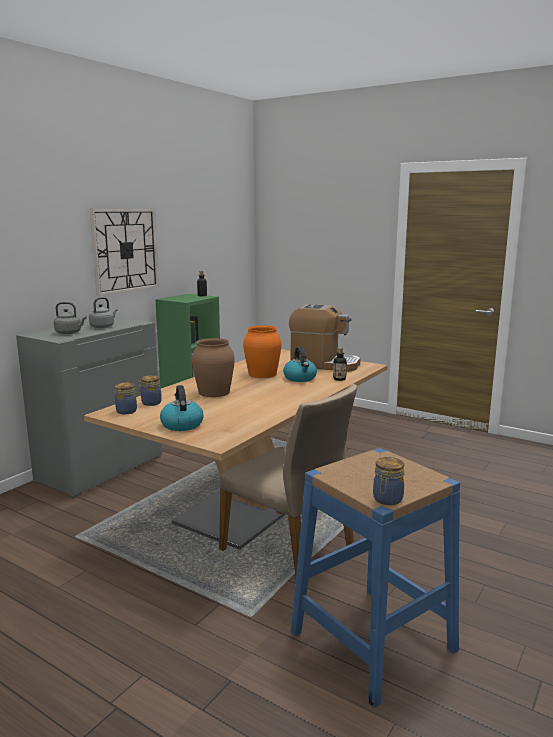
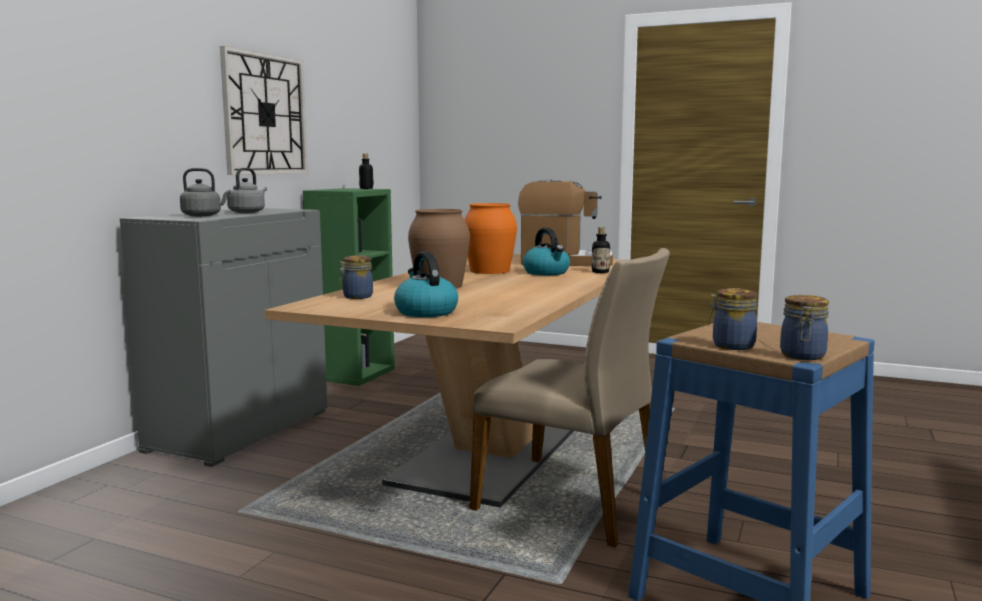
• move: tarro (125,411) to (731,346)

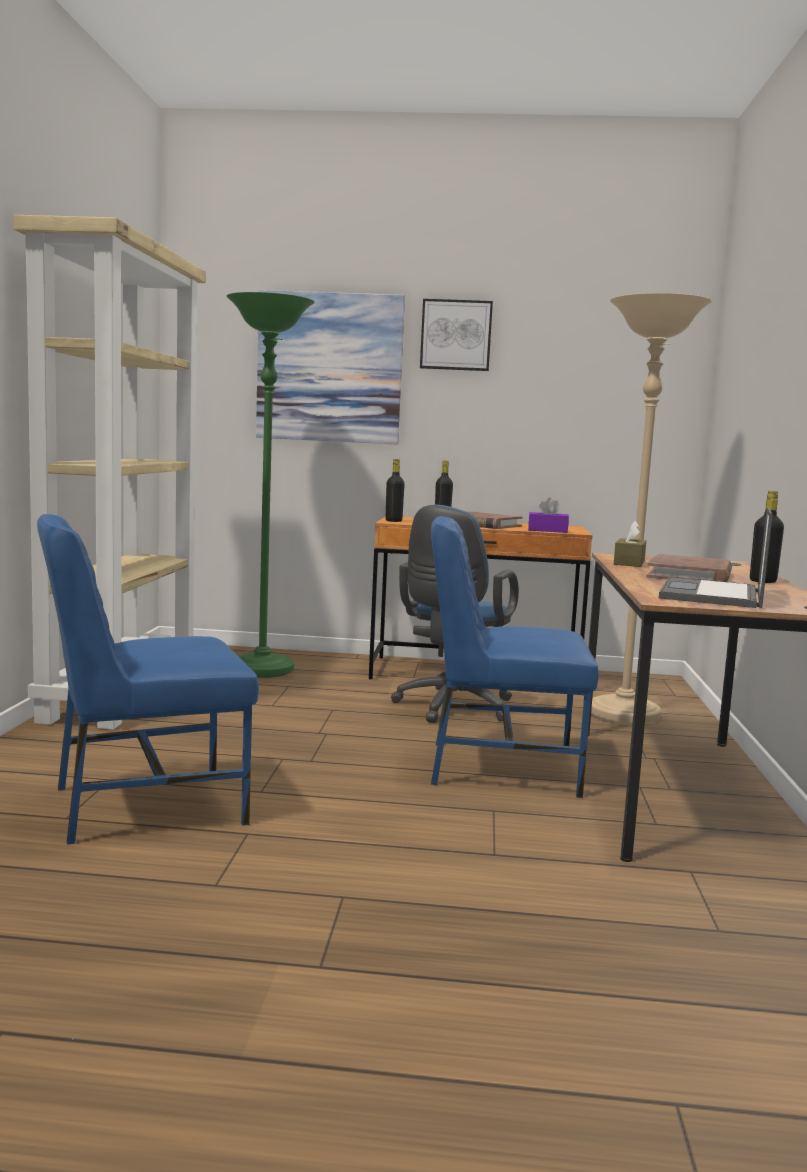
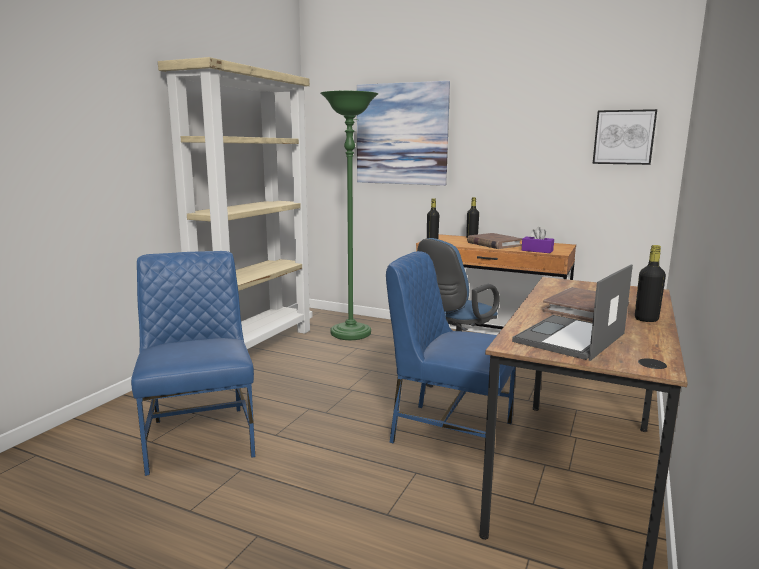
• delete: lámpara de pie/beis (624,715)
• delete: caja de pañuelos/marrón (629,563)
• move: cuadro (456,335) to (624,137)
• rotate: silla/azul (145,804) = (201,437) 75 degrees clockwise

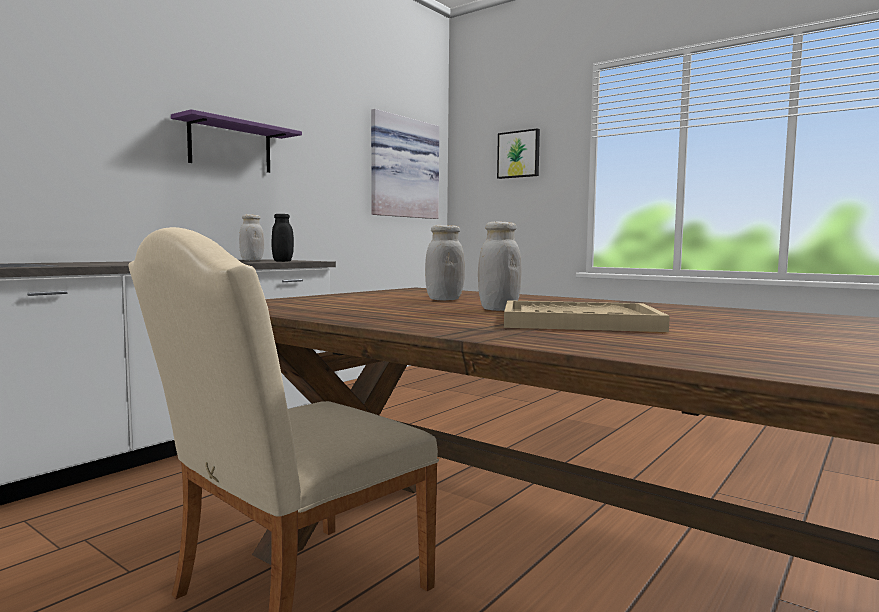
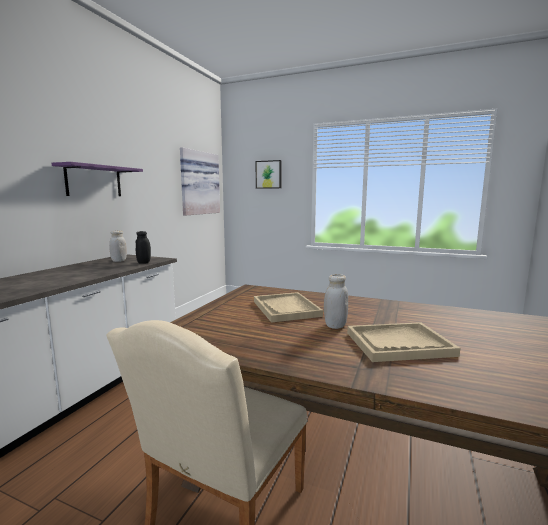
• replace: tarro/blanco (444,299) to bandeja/beis (286,308)

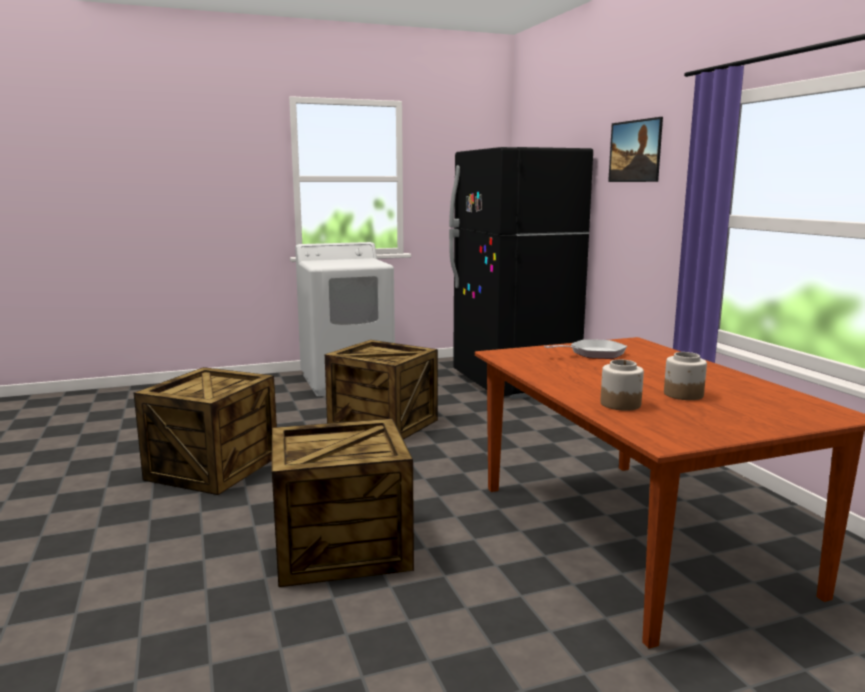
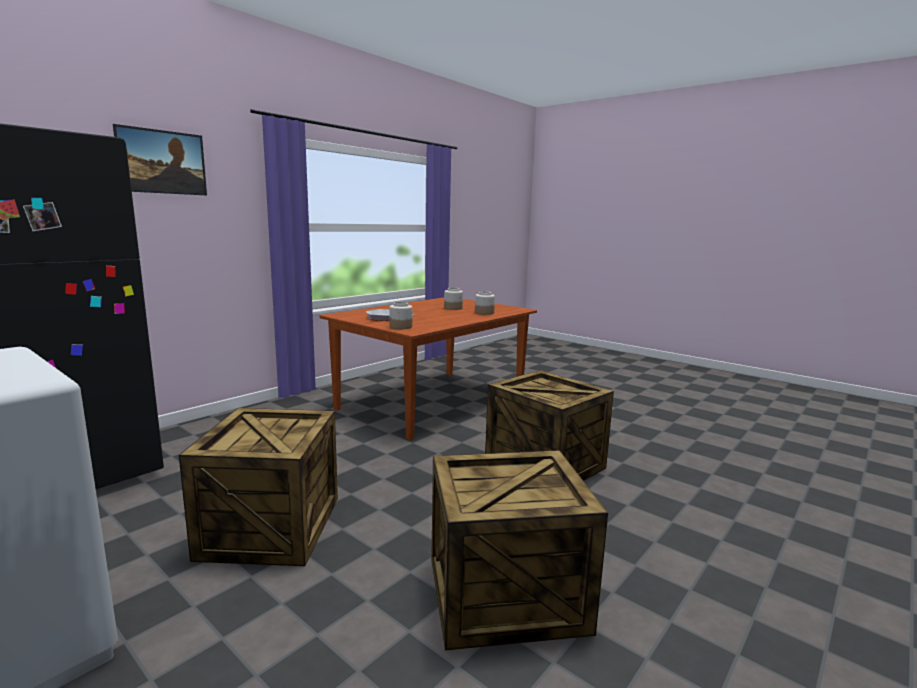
• insert: tarro (401,327)

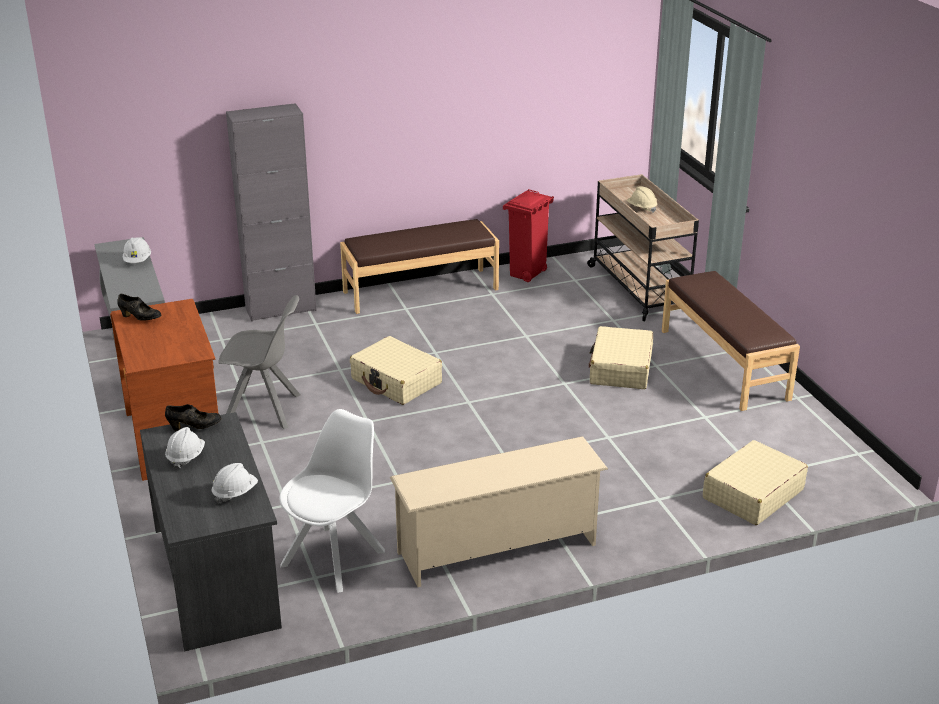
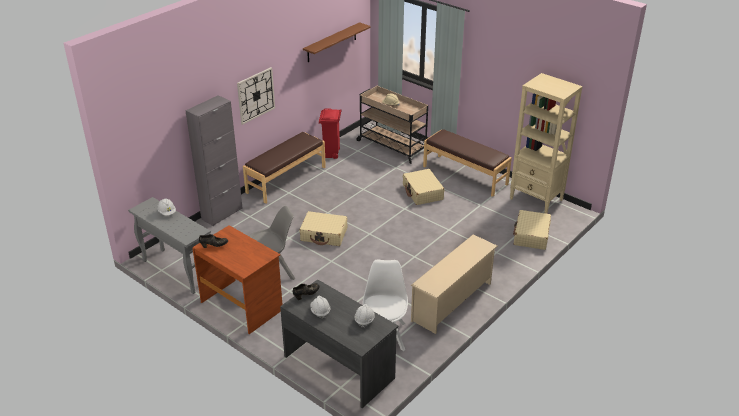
• insert: reloj de pared (256,95)
• insert: estante/marrón (332,42)
• insert: estantería/beis (536,200)

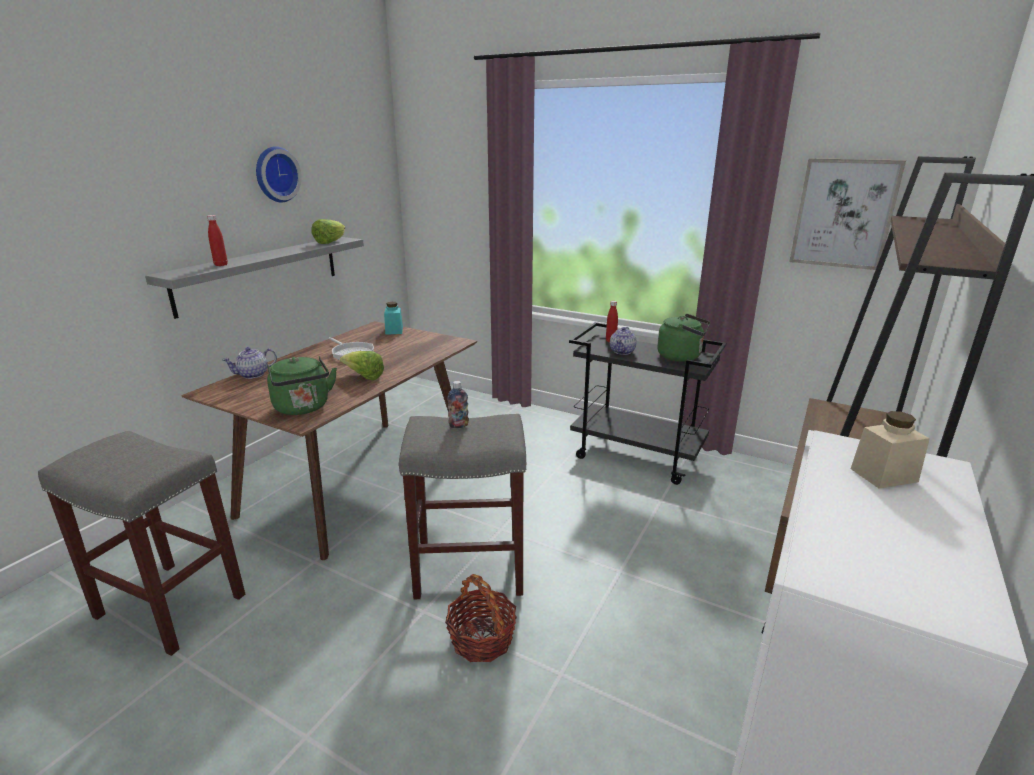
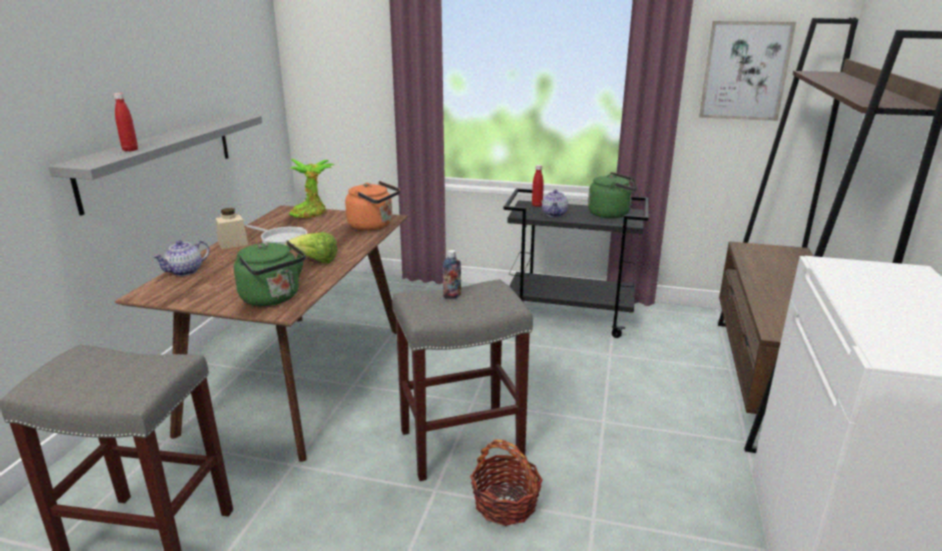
• delete: reloj de pared (275,174)
• delete: lechuga (330,242)
• insert: hervidor/naranja (373,226)
• move: tarro/beis (883,475) to (233,243)
• replace: tarro/turquesa (394,331) to planta en maceta (311,213)

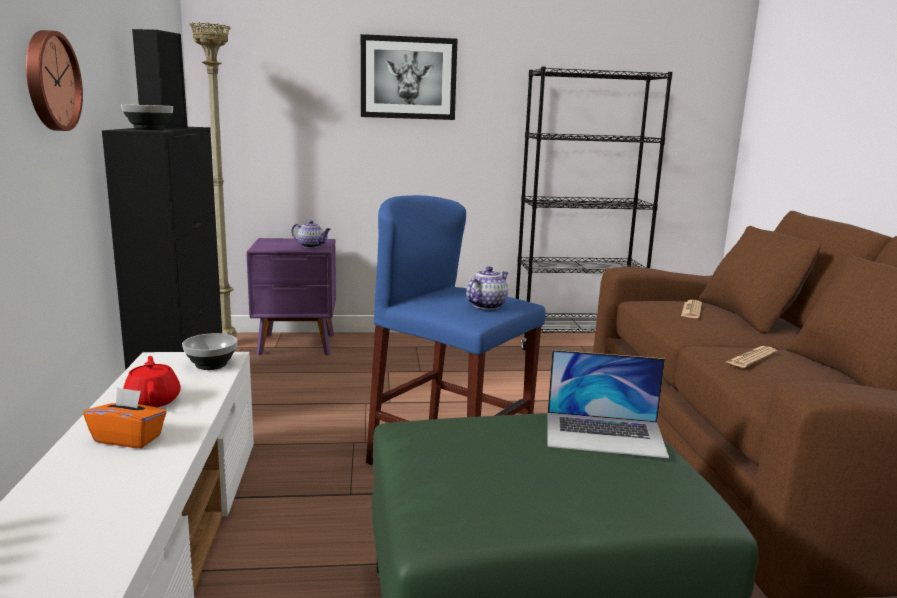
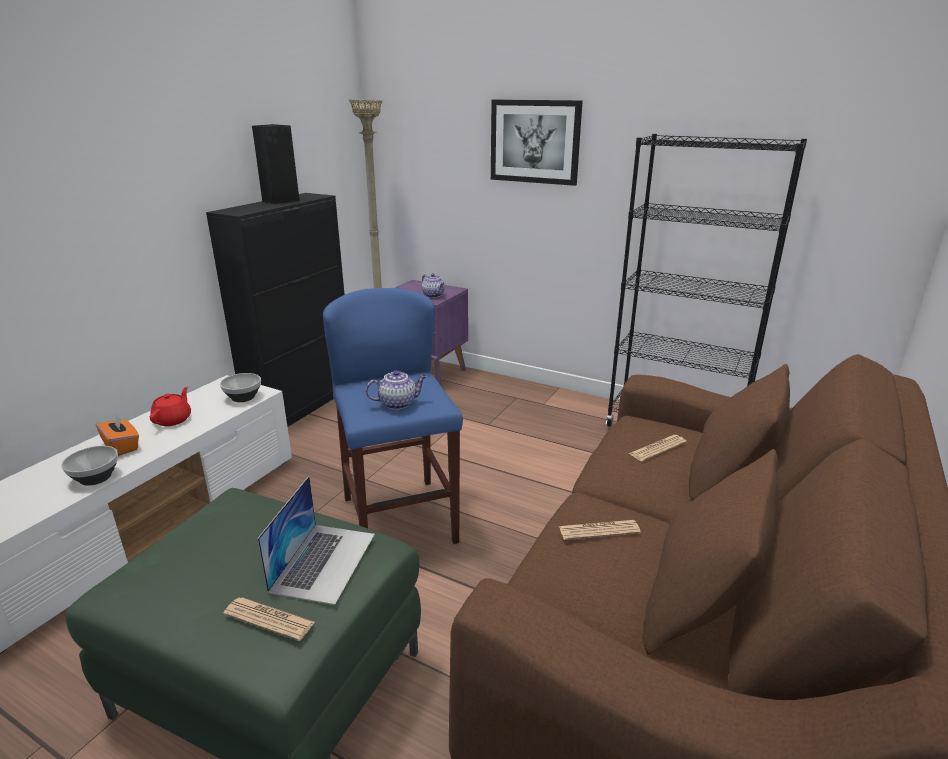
• delete: reloj de pared (49,81)
• insert: periódico (269,619)
• move: cuenco (149,129) to (96,477)
• rotate: portátil (604,434) = (324,561) 120 degrees counterclockwise

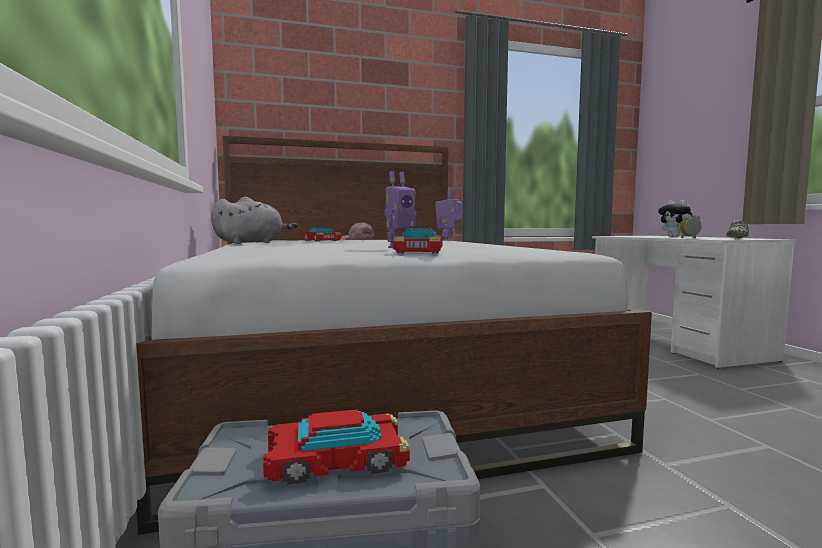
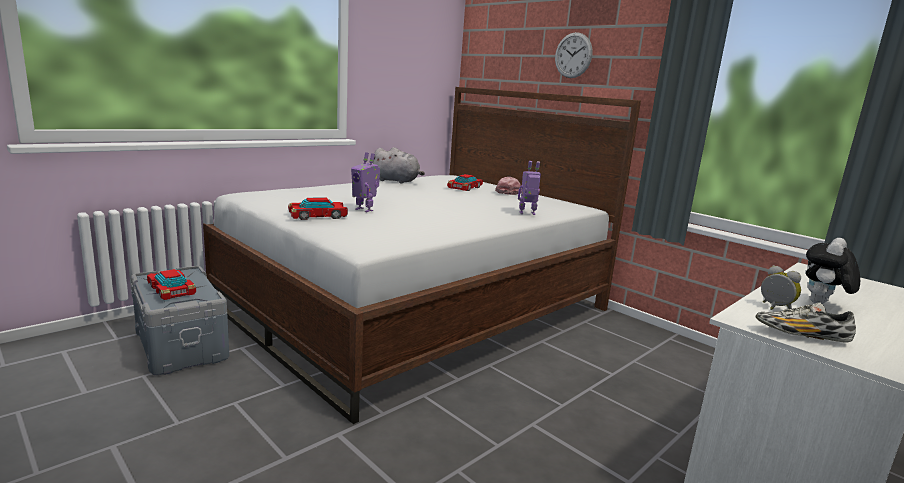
• insert: reloj de pared (573,55)

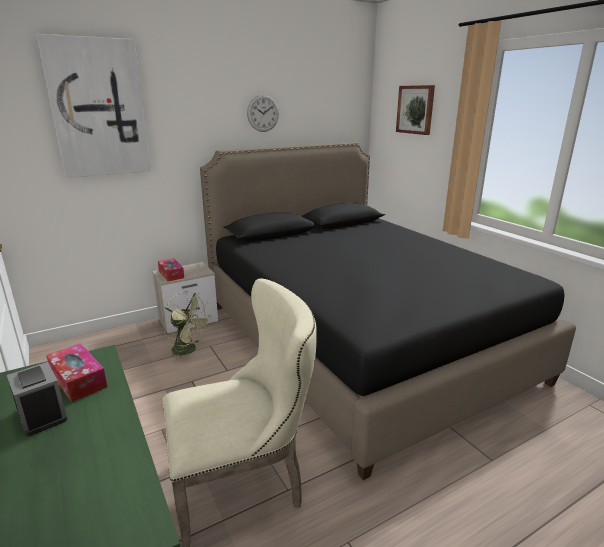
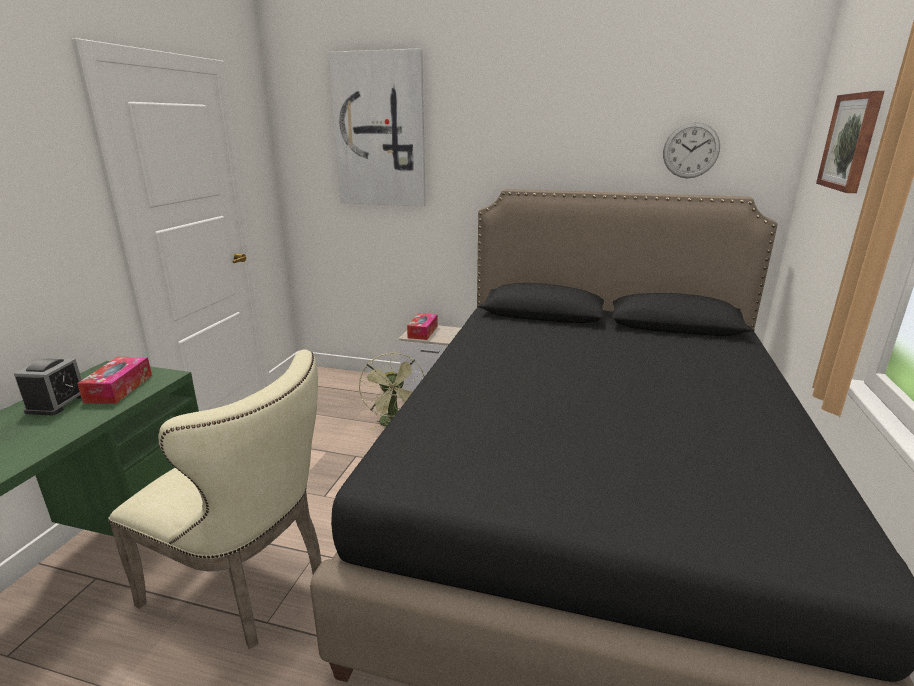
• move: reloj de pared (263,113) to (691,150)

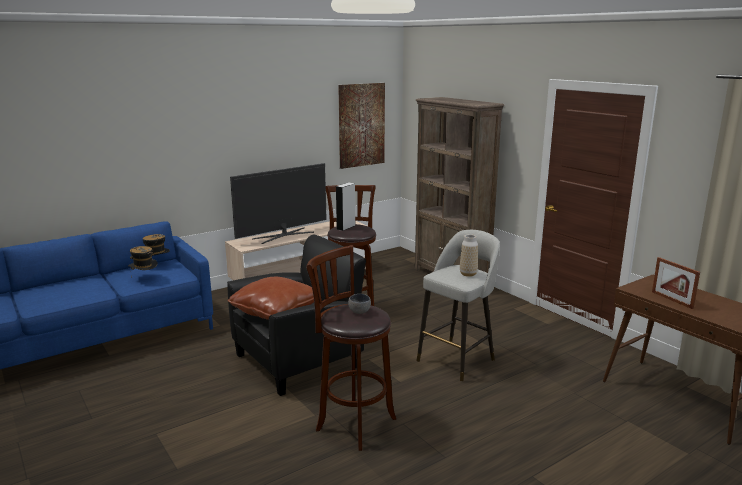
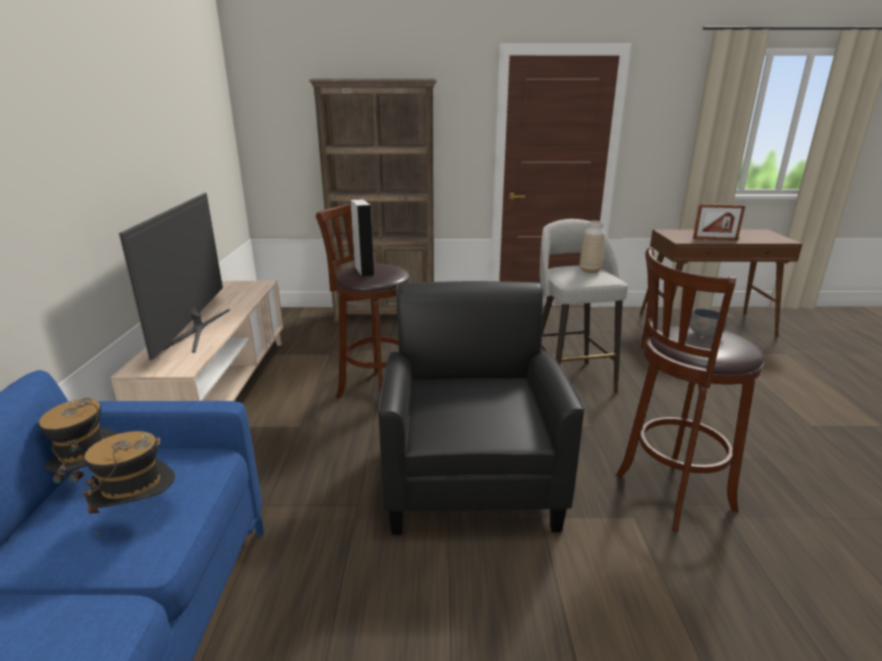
• delete: cojín/marrón (275,311)
• delete: cuadro (361,125)

